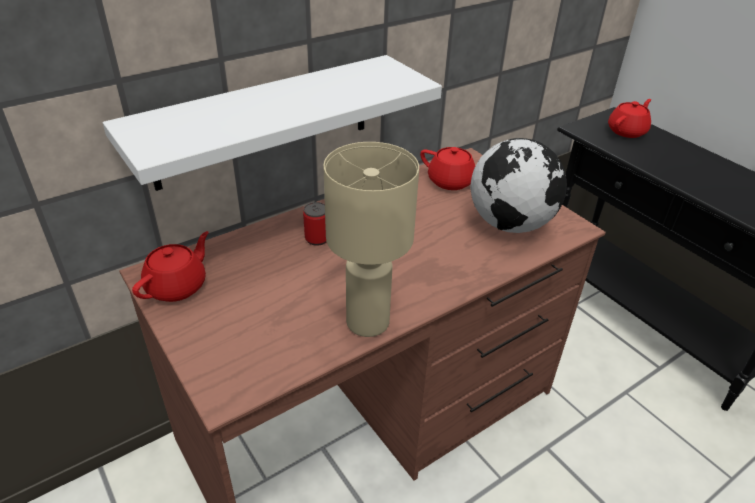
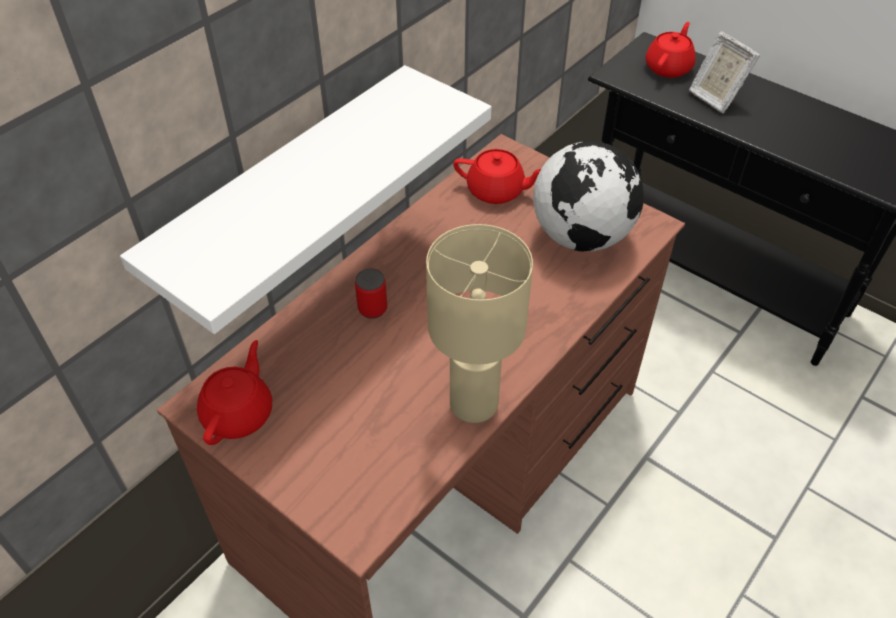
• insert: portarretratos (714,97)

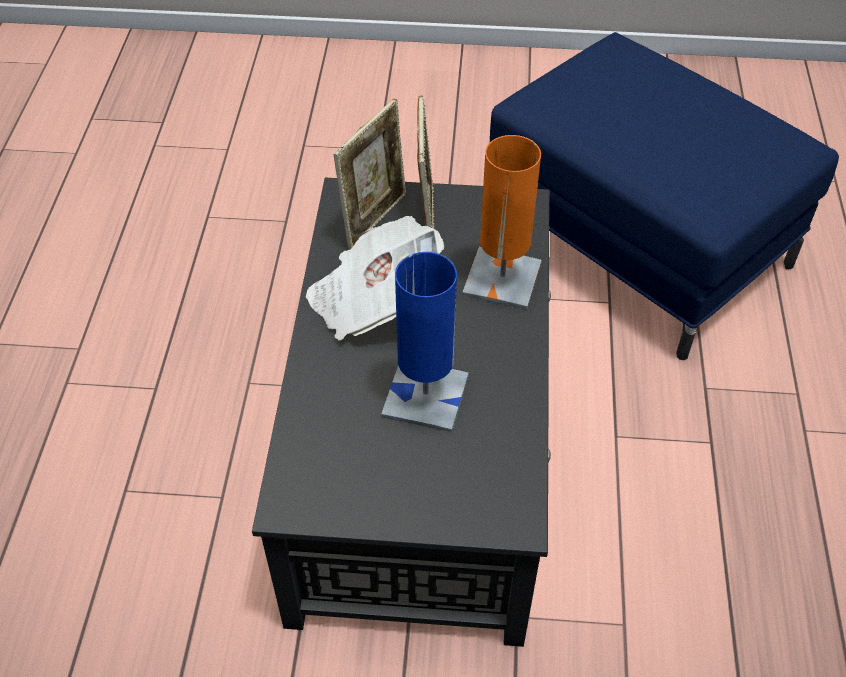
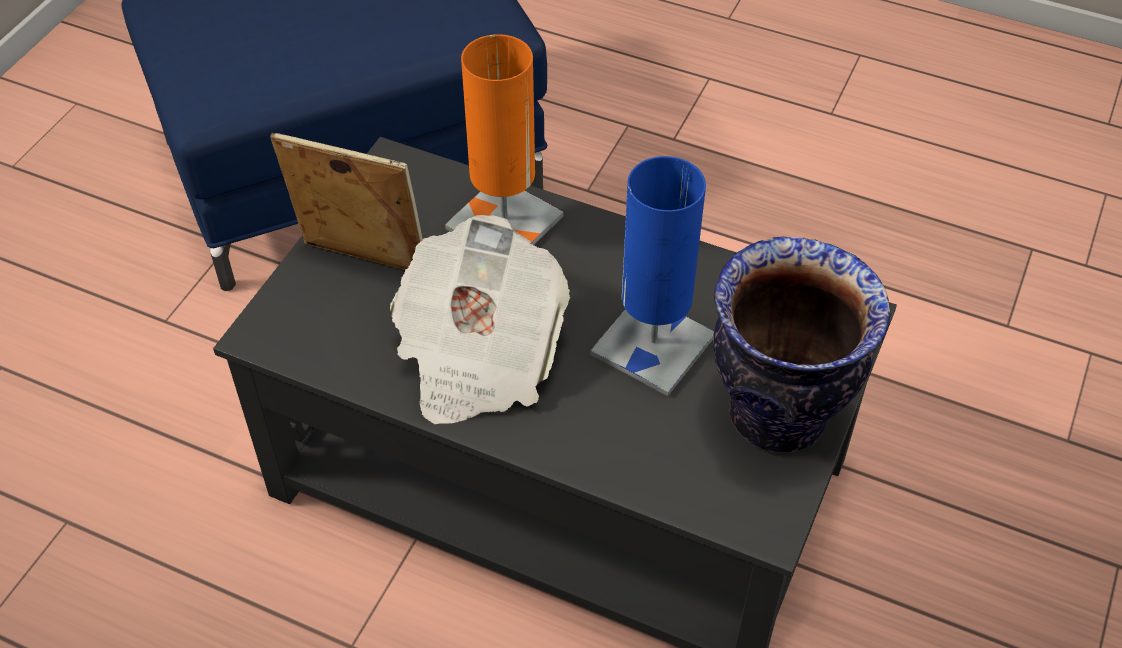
• delete: portarretratos (374,219)
• insert: florero (779,416)

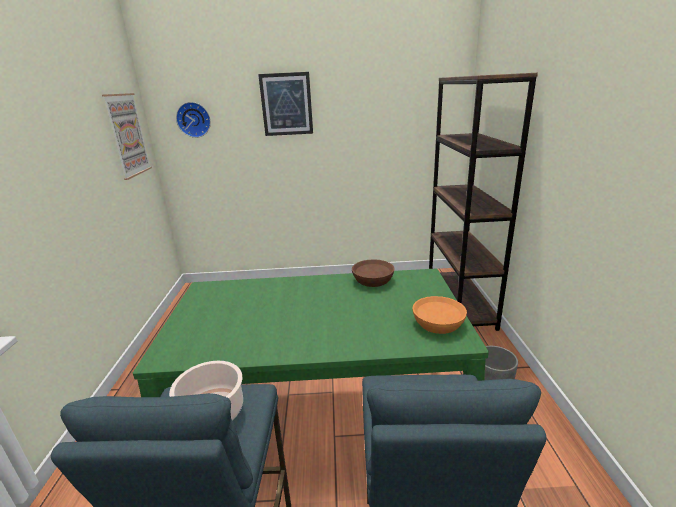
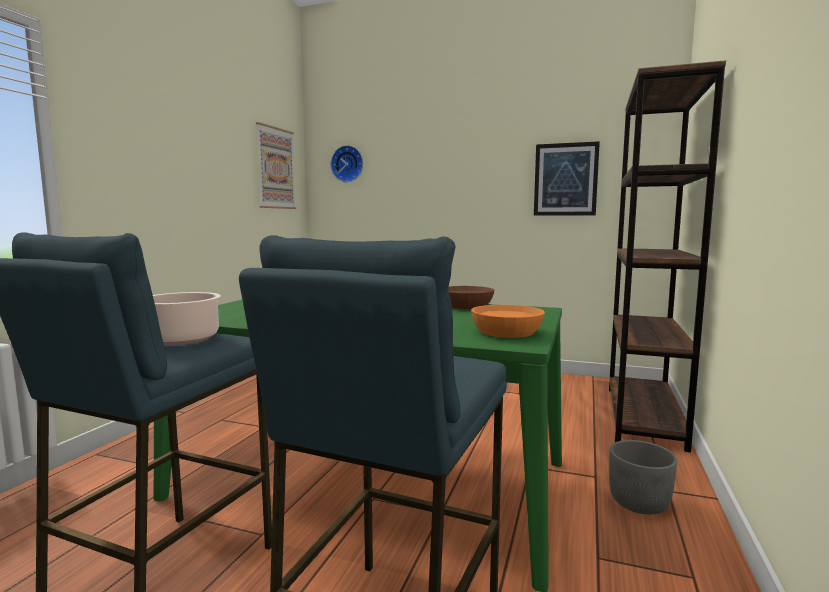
• move: cuadro (286,104) to (565,179)

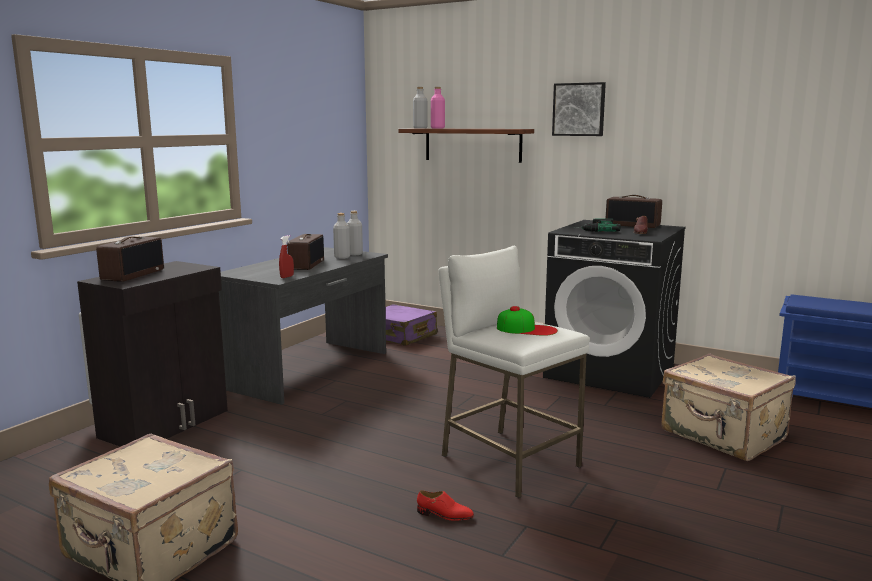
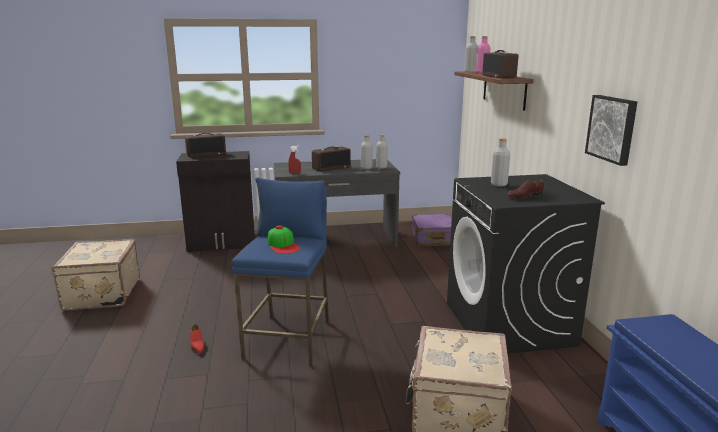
• move: cuadro (579,109) to (612,128)
• move: radio (633,225) to (499,76)
• replace: taladro (593,230) to botella/gris (498,184)
• recolor: taburete/blanco (508,461) to taburete/azul (289,339)

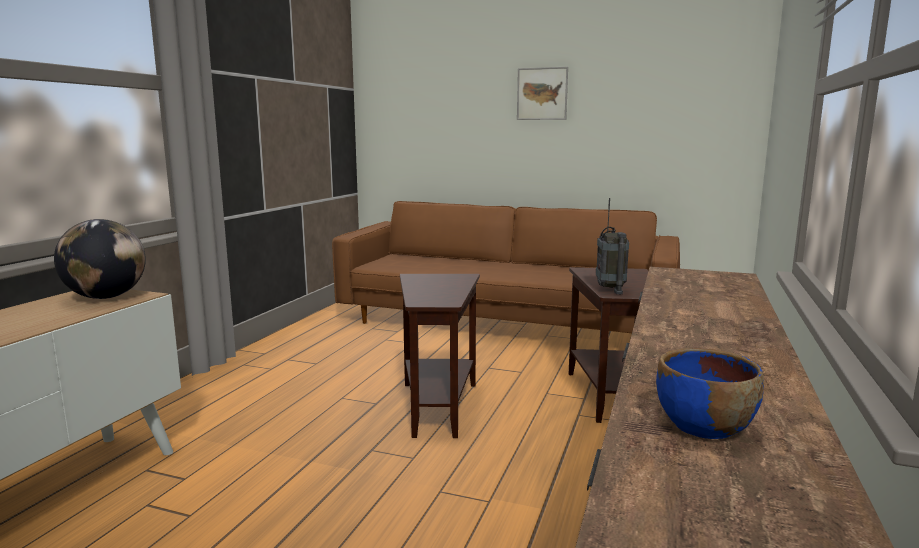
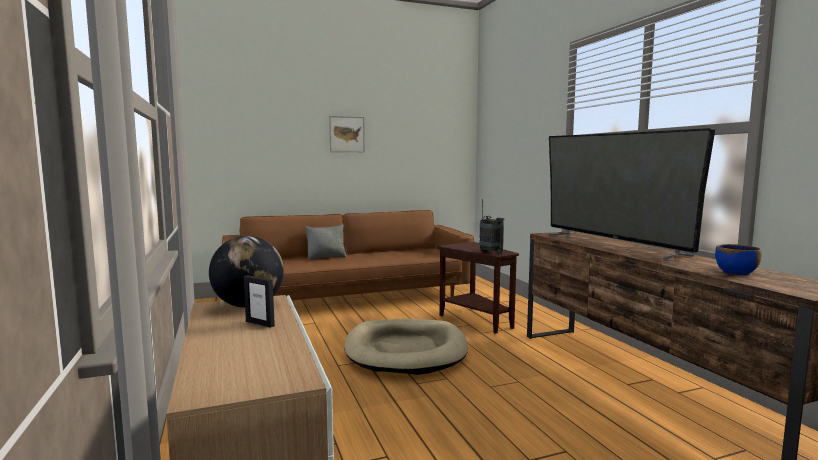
• insert: portarretratos (260,323)
• insert: cojín/gris (326,257)
• insert: televisor (612,244)
• replace: mesa auxiliar/marrón (438,406) to cama para perro/beis (406,350)

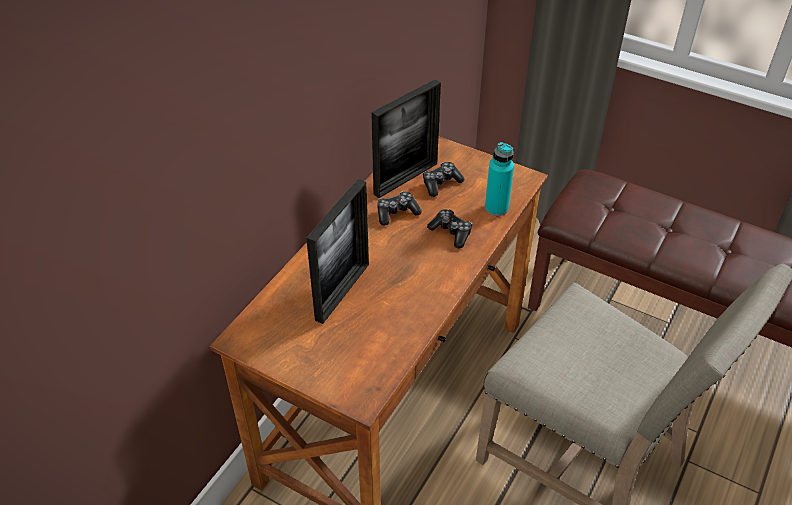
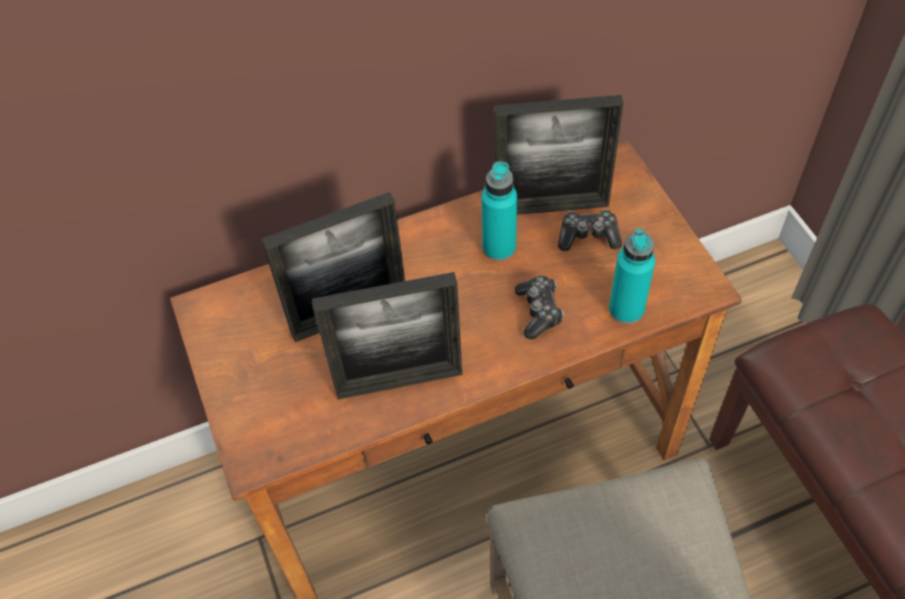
• insert: portarretratos (399,381)
• replace: mando de consola (396,213) to botella/turquesa (499,248)

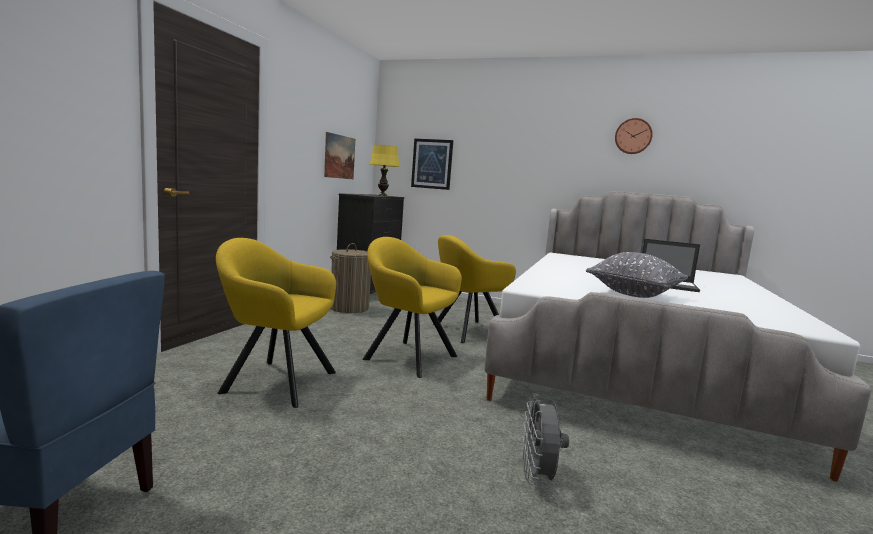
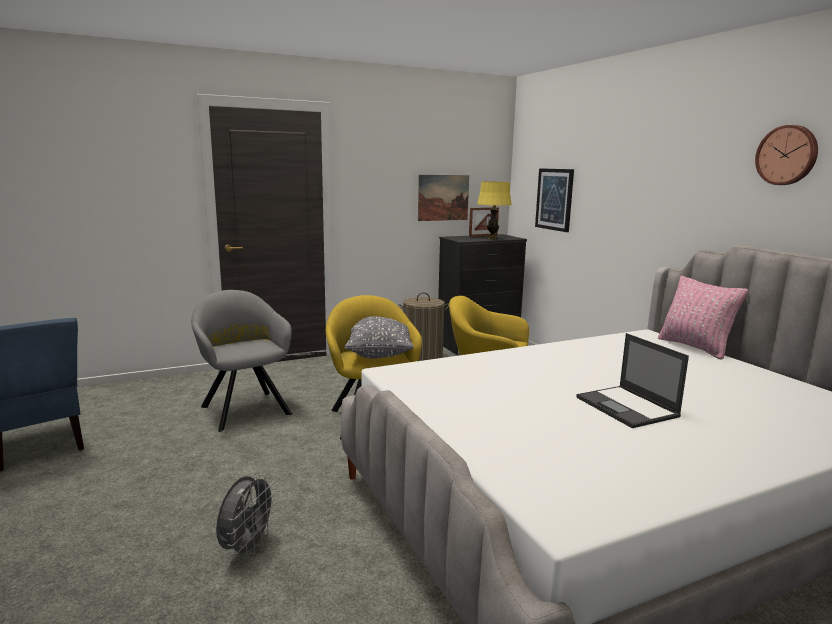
• insert: portarretratos (483,236)
• insert: cojín/rosa (694,347)
• move: cojín/gris (634,294) to (380,355)
• recolor: sillón/amarillo (274,381) to sillón/gris (244,408)
• rotate: ventilador/gris (538,477) = (247,547) 150 degrees clockwise

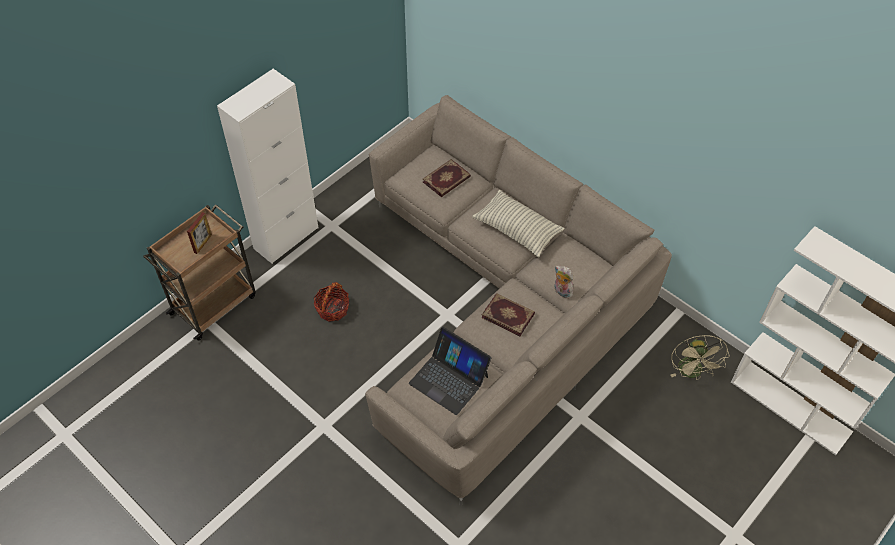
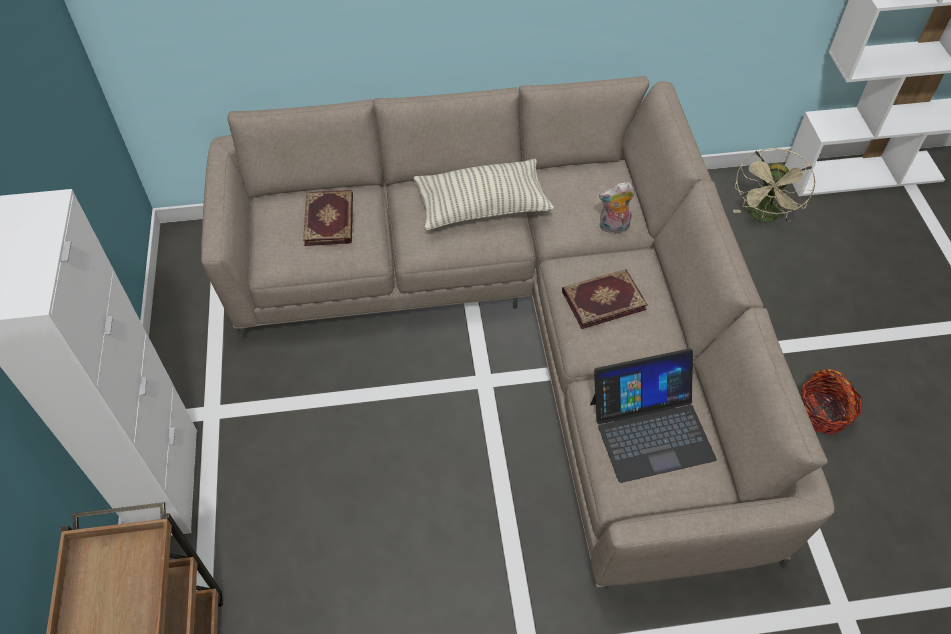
• delete: portarretratos (203,243)
• move: cesta (332,309) to (823,412)
• rotate: ventilador/beis (692,373) = (763,217) 75 degrees clockwise

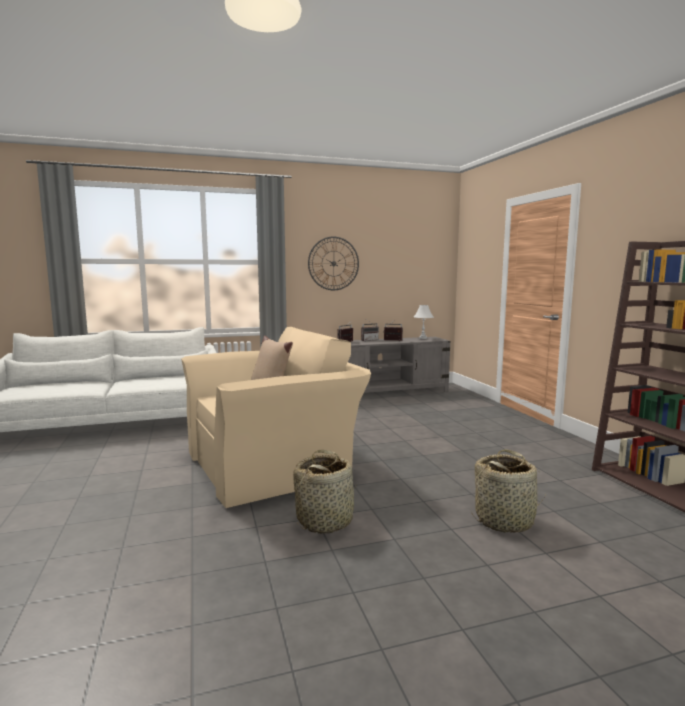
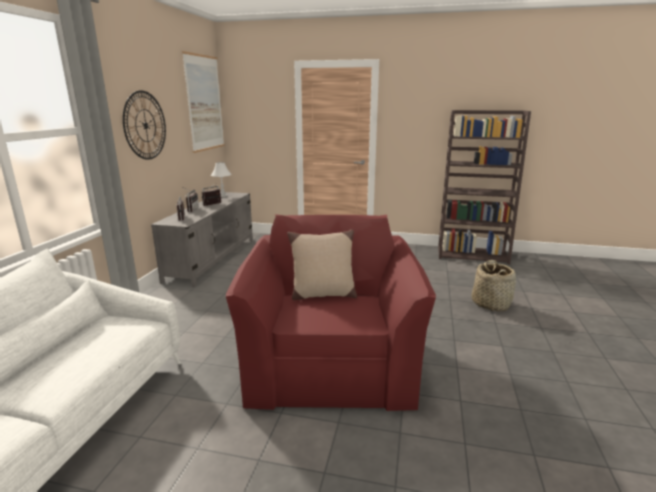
• delete: cesta (325,520)
• insert: cuadro (204,103)
• recolor: sillón/beis (274,463) to sillón/rojo (330,359)

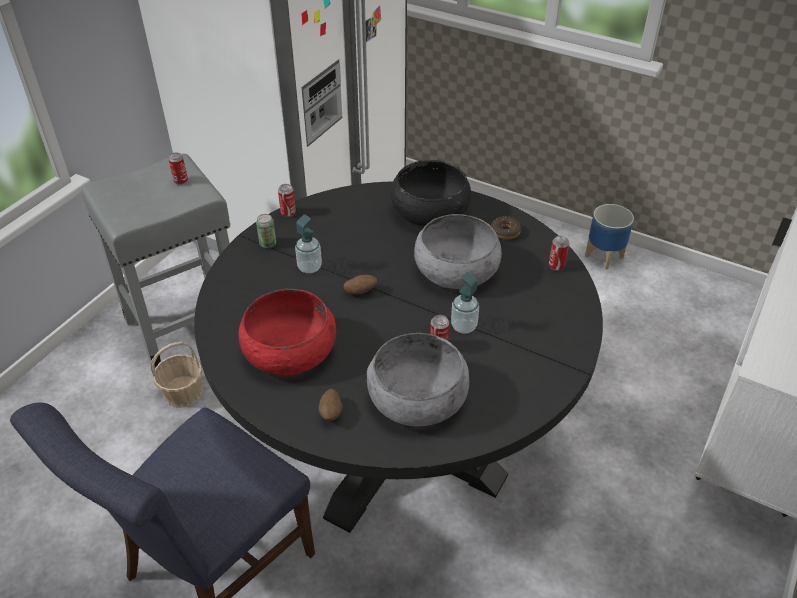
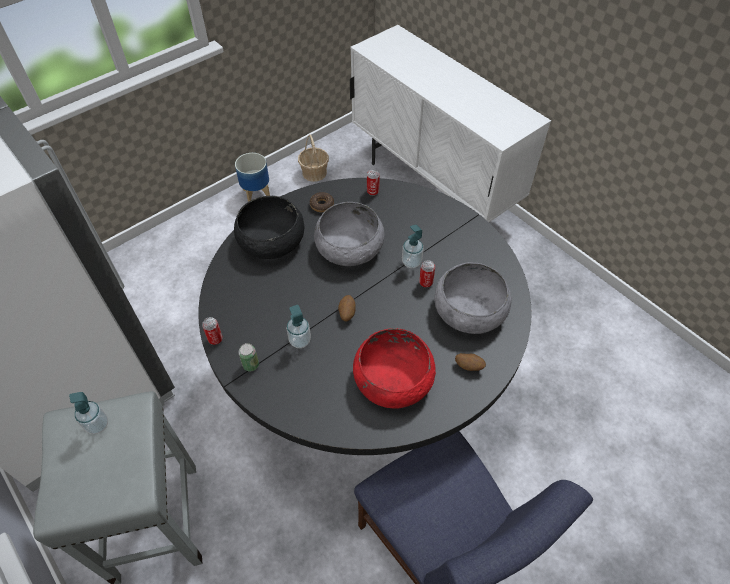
• move: cesta (183,392) to (314,172)
• replace: lata (180,181) to dispensador de jabón (97,424)

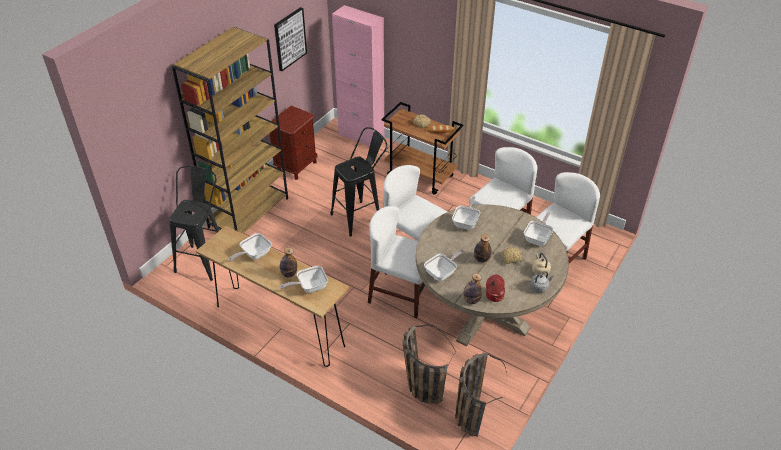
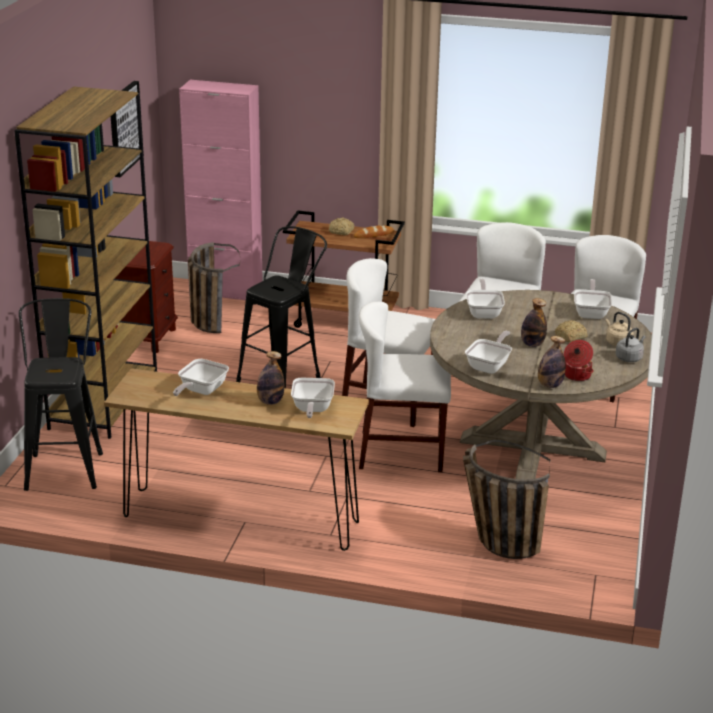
• move: cesta (472,410) to (208,318)
• rotate: sartén (309,287) = (312,410) 45 degrees counterclockwise

